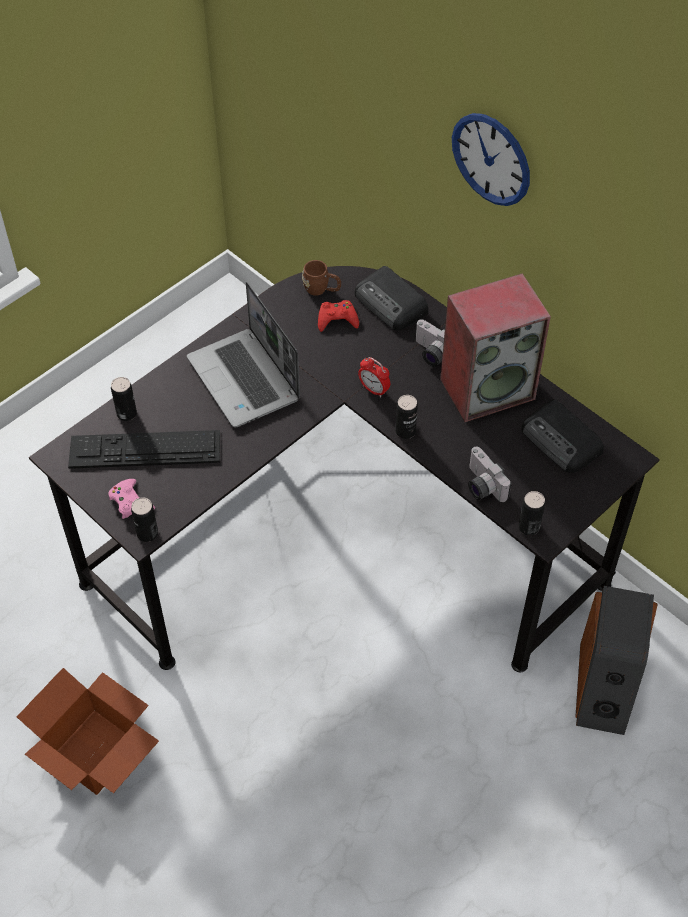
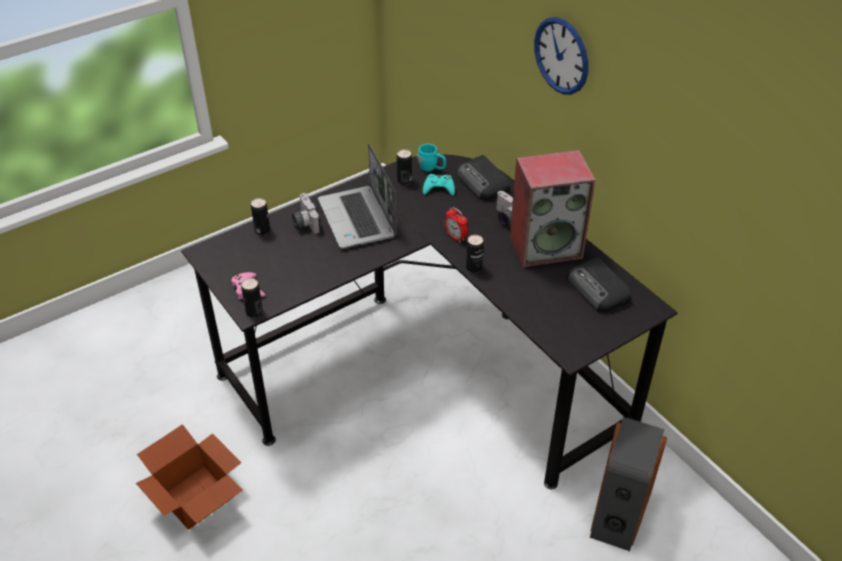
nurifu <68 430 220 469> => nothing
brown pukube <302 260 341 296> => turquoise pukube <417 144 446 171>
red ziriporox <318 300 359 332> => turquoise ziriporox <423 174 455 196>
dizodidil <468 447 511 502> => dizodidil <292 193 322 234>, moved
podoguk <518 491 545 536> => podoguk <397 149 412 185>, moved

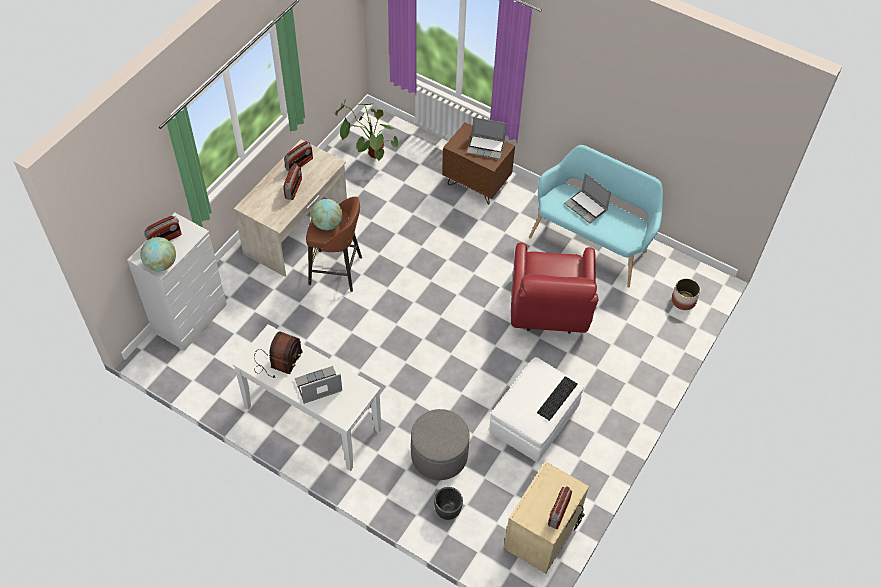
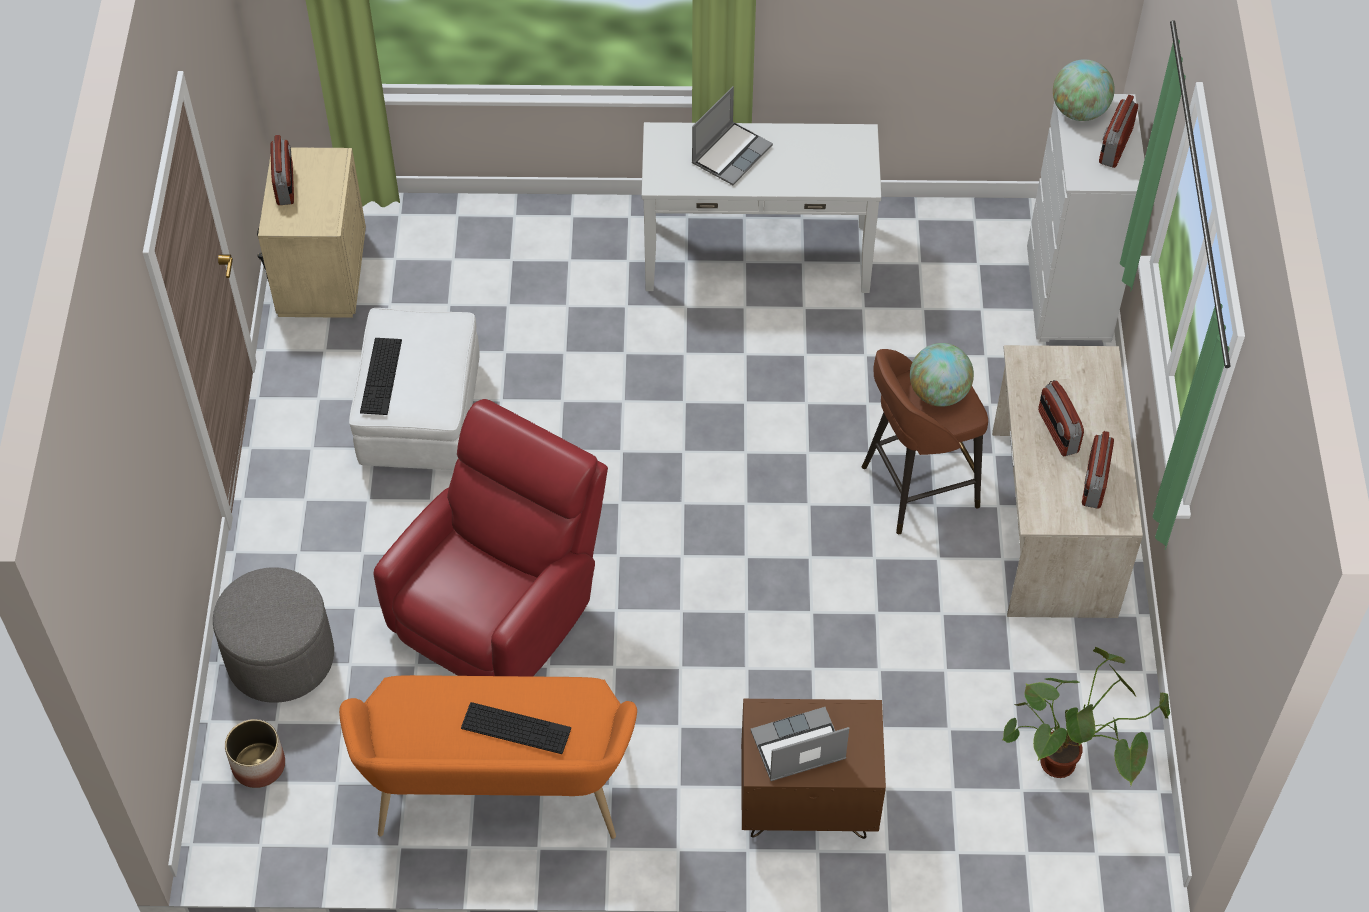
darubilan <254 332 303 378> => nothing
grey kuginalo <411 409 470 480> => grey kuginalo <213 567 334 703>, moved
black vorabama <434 487 463 520> => nothing
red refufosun <511 243 598 334> => red refufosun <373 399 608 677>, 60 degrees clockwise
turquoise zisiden <529 145 663 288> => orange zisiden <339 675 637 839>
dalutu <564 173 611 224> => nurifu <461 702 571 754>

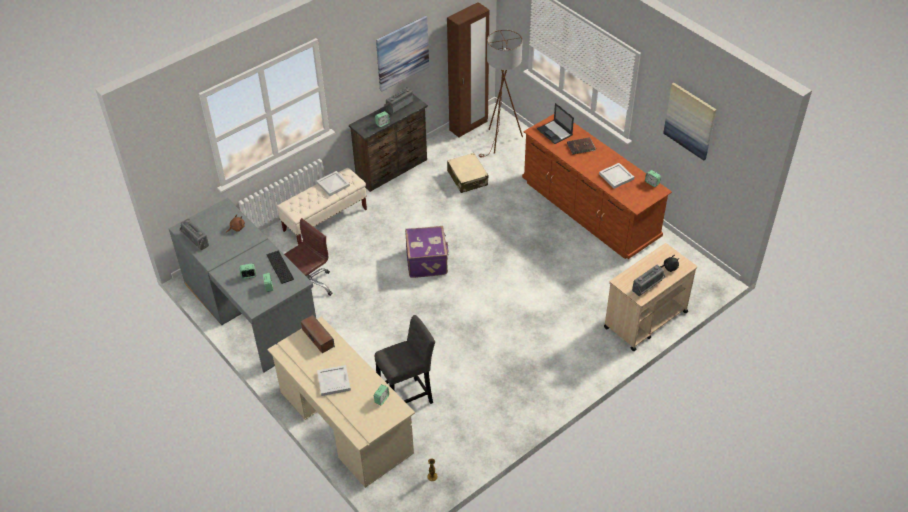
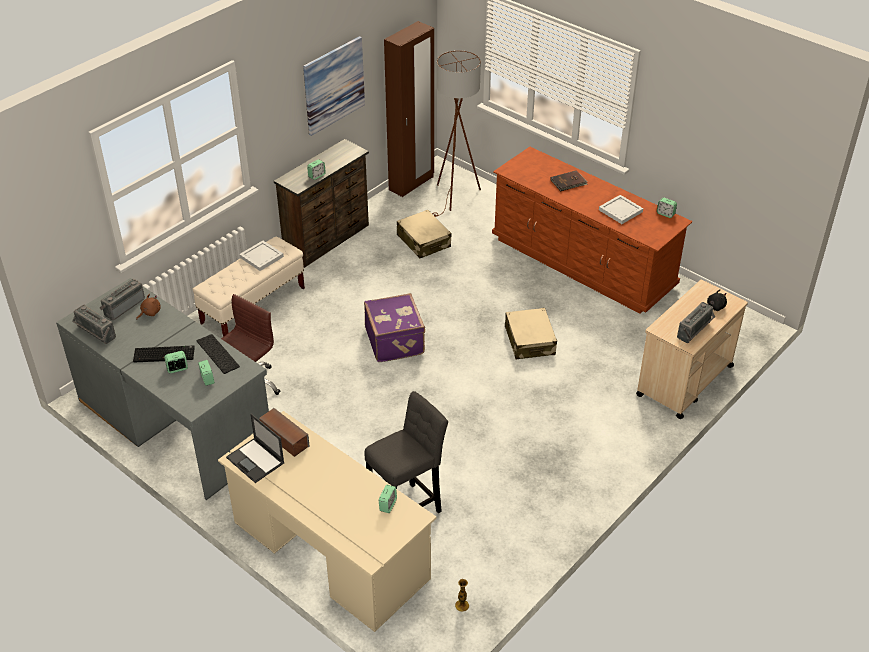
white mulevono <317 365 351 396> => nothing
darubilan <384 87 413 114> => darubilan <100 279 145 320>, moved
dalutu <537 103 574 144> => dalutu <226 414 284 483>, moved
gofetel <663 83 716 161> => nothing
nothing => nurifu <133 346 195 363>
nothing => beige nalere <505 308 557 359>

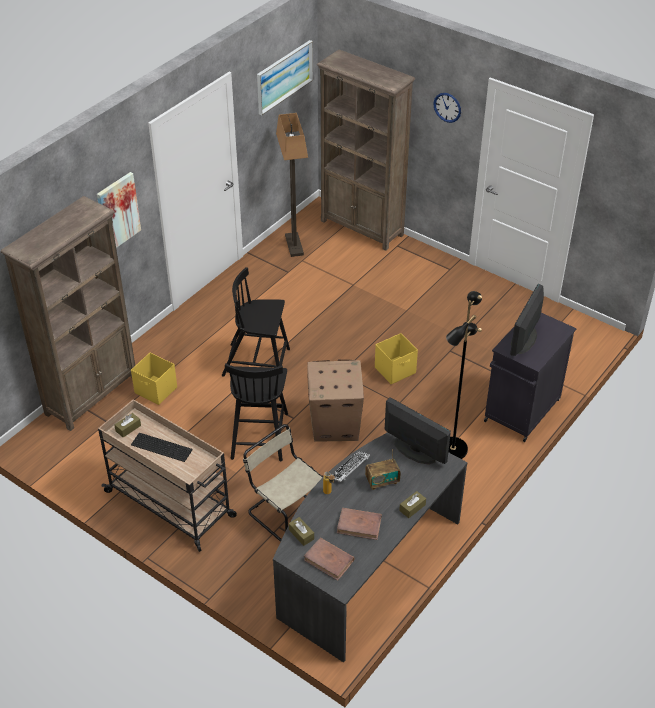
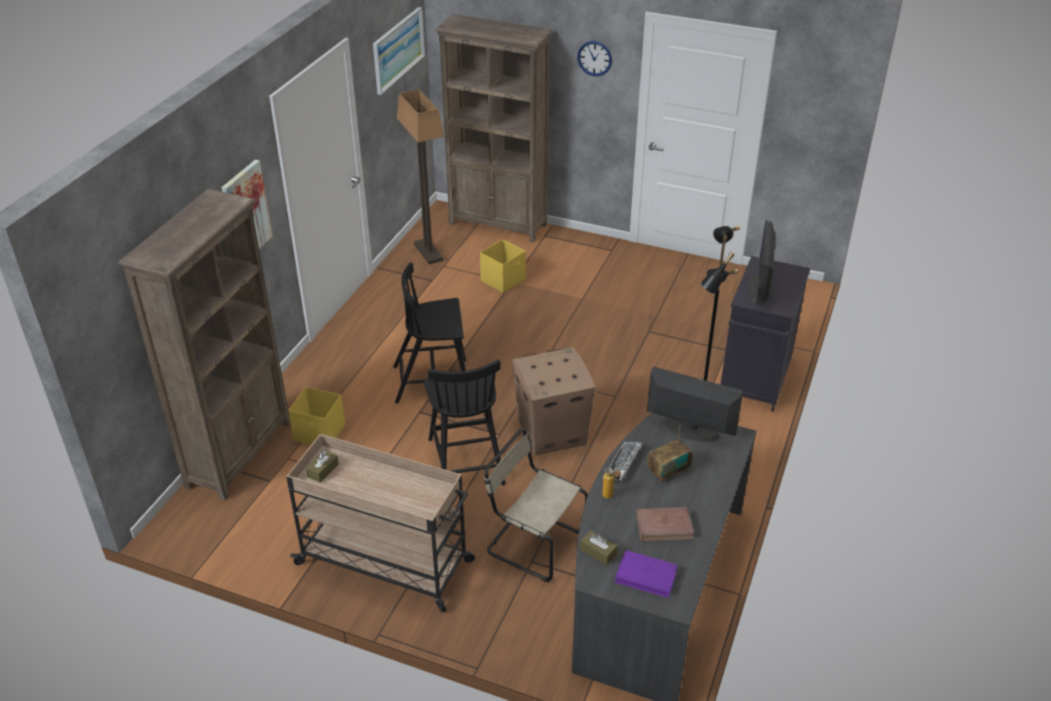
nurifu <131 433 193 462> => nothing
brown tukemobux <304 538 355 581> => purple tukemobux <615 550 678 598>
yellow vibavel <375 333 418 384> => yellow vibavel <480 239 526 293>, moved
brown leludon <399 491 426 518> => nothing

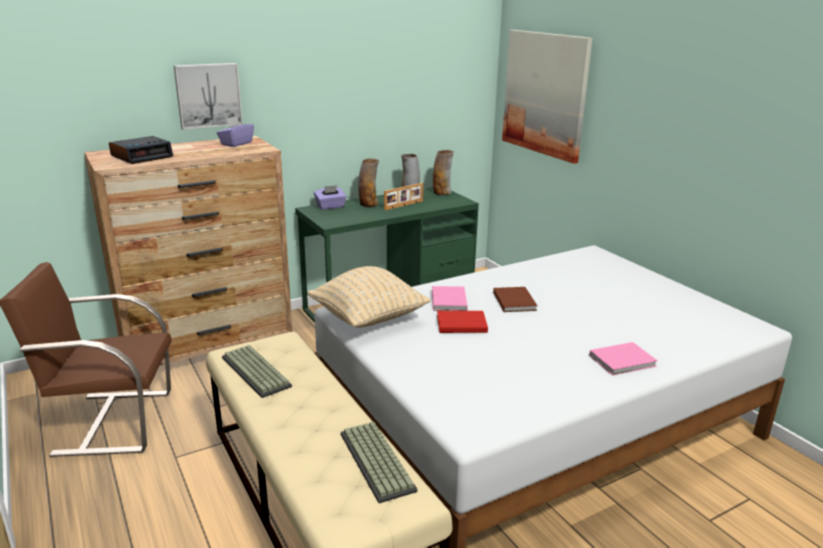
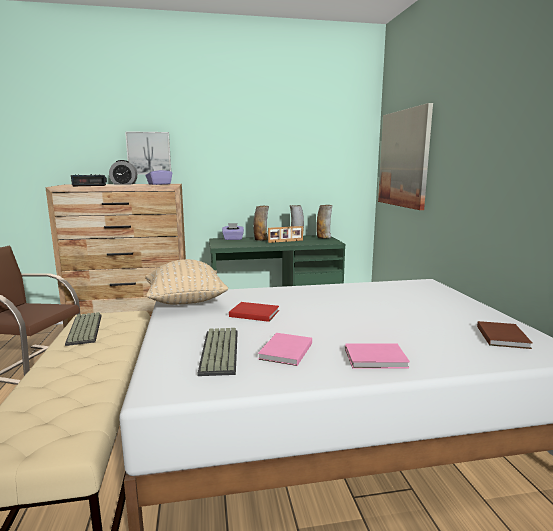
nurifu <341 422 418 503> => nurifu <197 328 238 376>, moved
pink tukemobux <432 286 468 311> => pink tukemobux <258 333 312 366>, moved
brown tukemobux <493 287 538 312> => brown tukemobux <477 321 533 349>, moved
nothing => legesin <109 160 137 185>

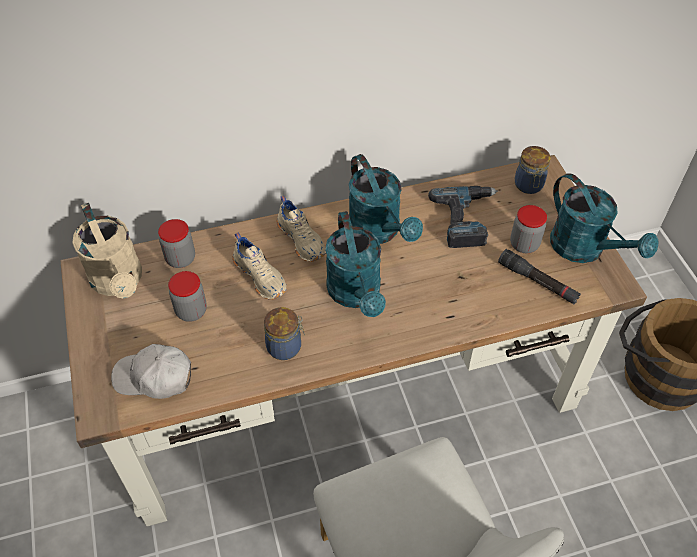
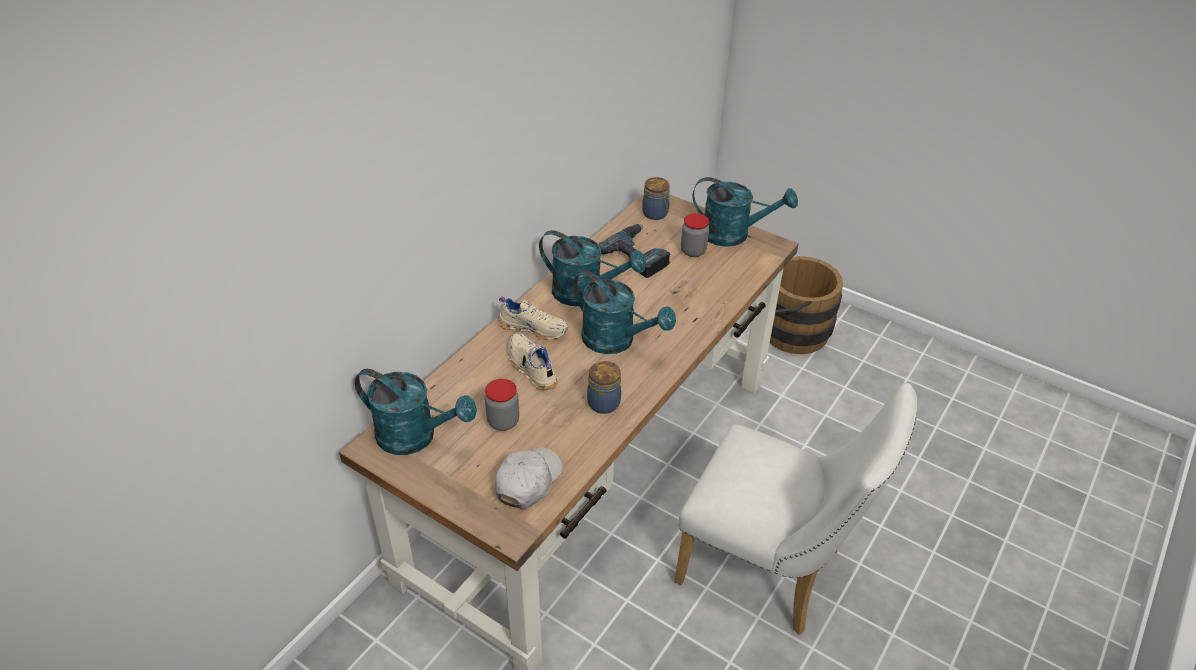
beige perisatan <72 202 142 298> => turquoise perisatan <354 369 477 455>
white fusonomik <111 344 191 399> => white fusonomik <495 447 563 509>, 150 degrees clockwise
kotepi <158 219 195 268> => nothing
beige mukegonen <232 232 287 300> => beige mukegonen <508 333 558 390>, 135 degrees counterclockwise
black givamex <498 249 581 304> => nothing

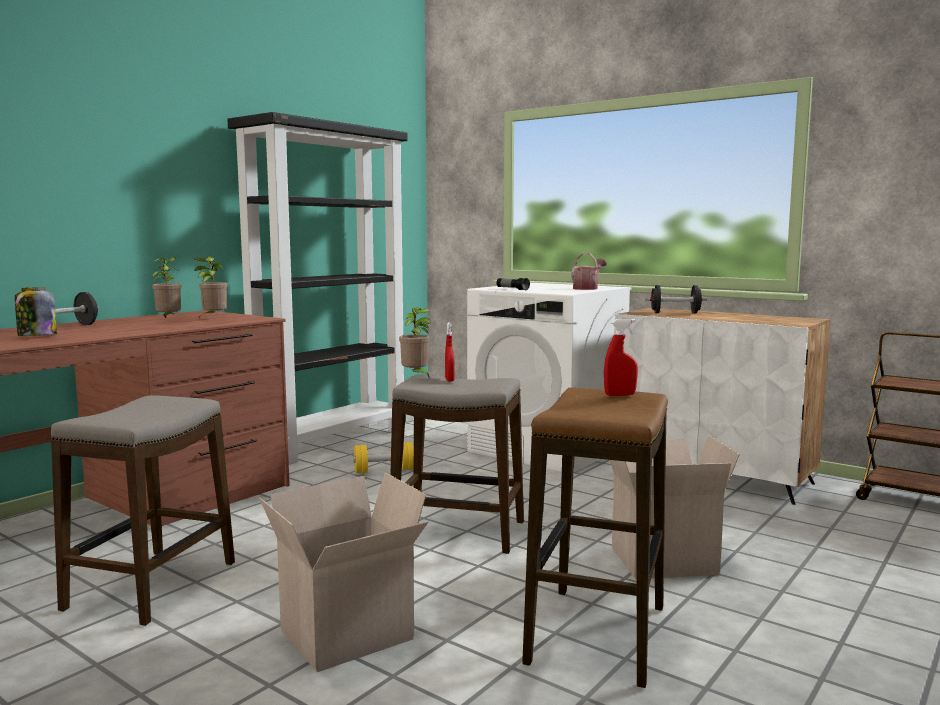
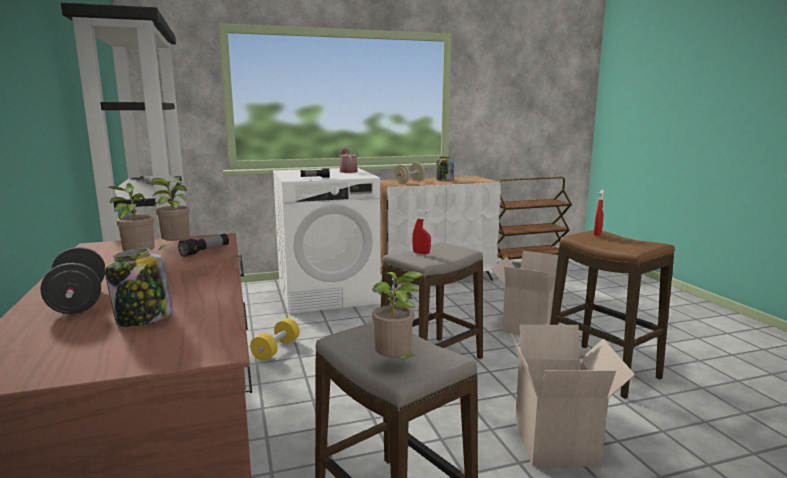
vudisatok <399 307 431 377> => vudisatok <372 271 423 359>, moved
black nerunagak <645 285 707 314> => beige nerunagak <394 163 425 184>
nothing => givamex <178 234 229 257>
nothing => kotepi <437 157 454 180>

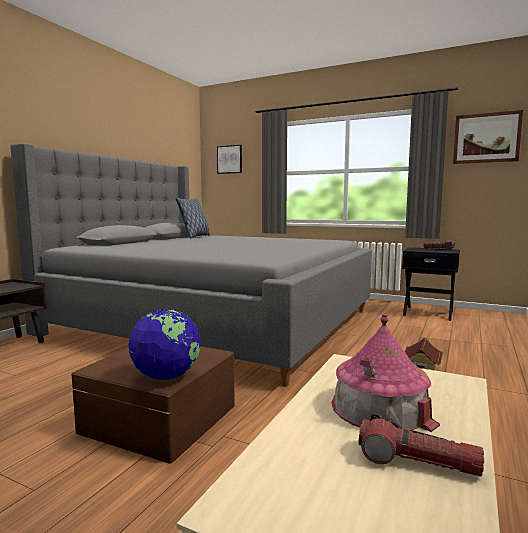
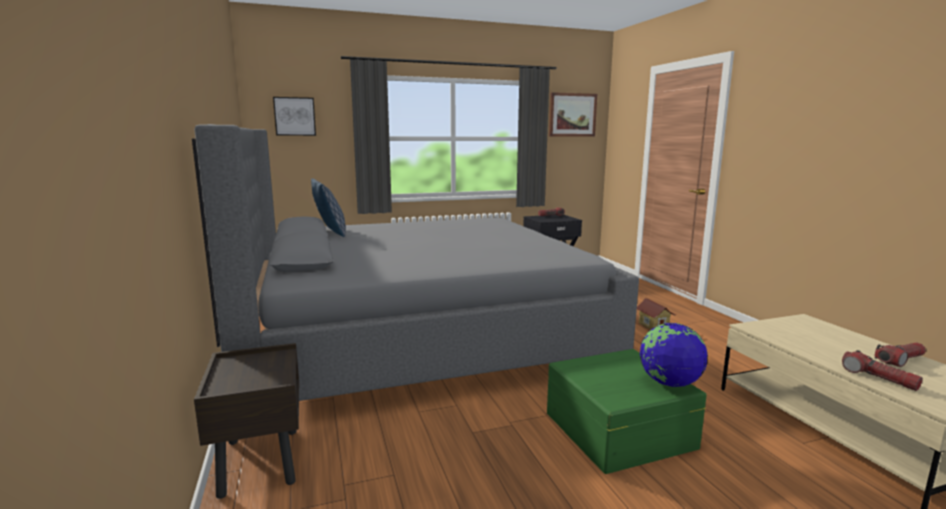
brown vibavel <71 347 235 463> => green vibavel <547 349 707 474>
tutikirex <332 314 440 432> => nothing
nothing => givamex <842 350 923 391>

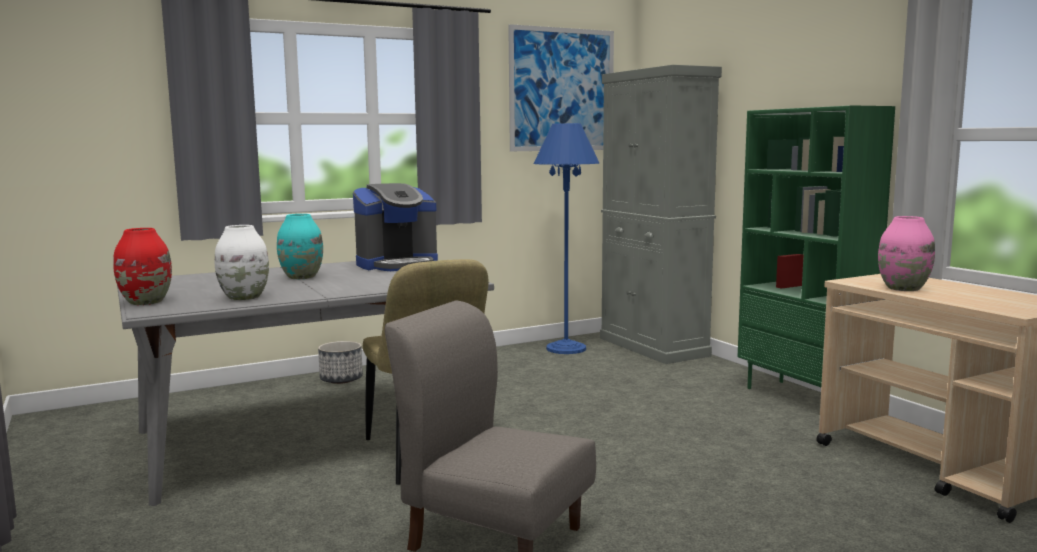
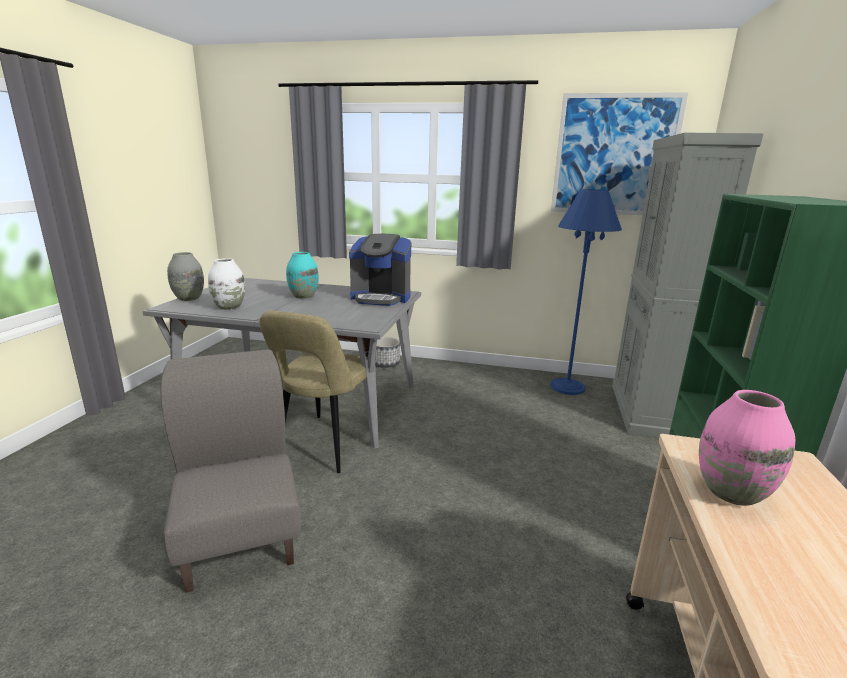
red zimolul <113 228 172 305> => grey zimolul <167 252 204 301>

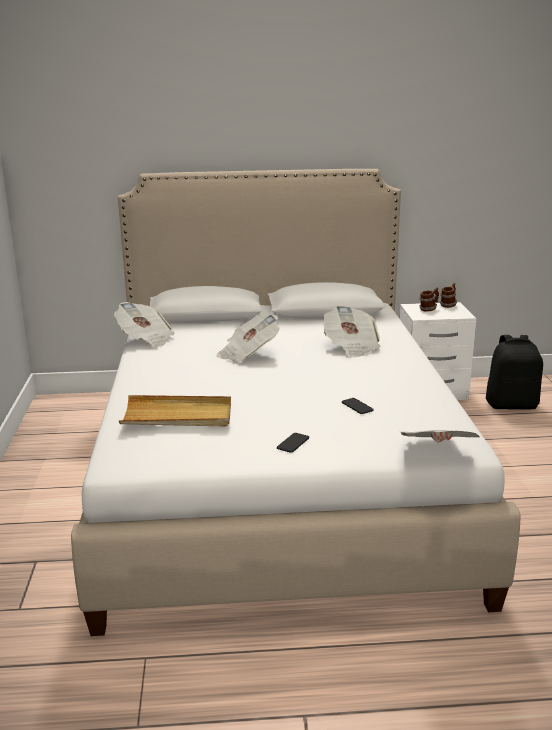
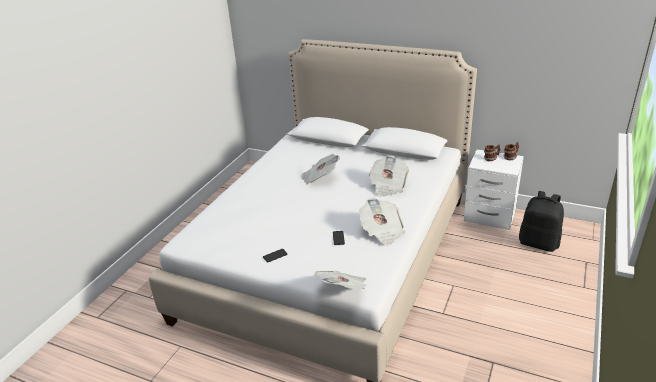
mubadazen <114 302 175 347> => mubadazen <359 198 405 246>, moved
beige mulevono <119 395 231 427> => nothing

